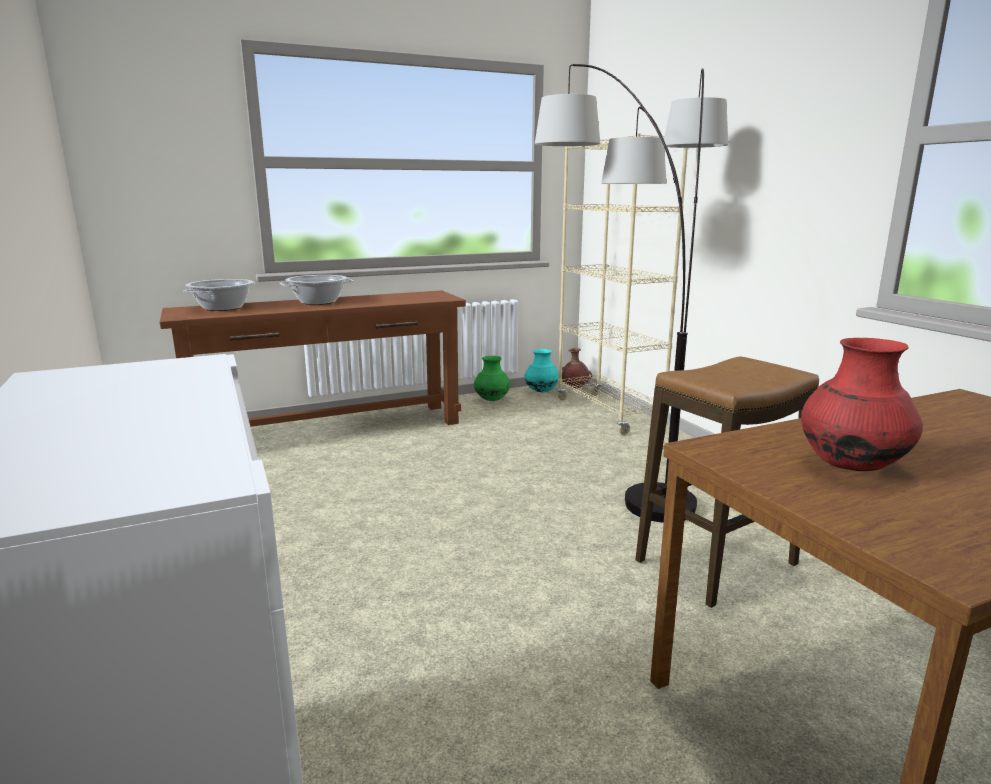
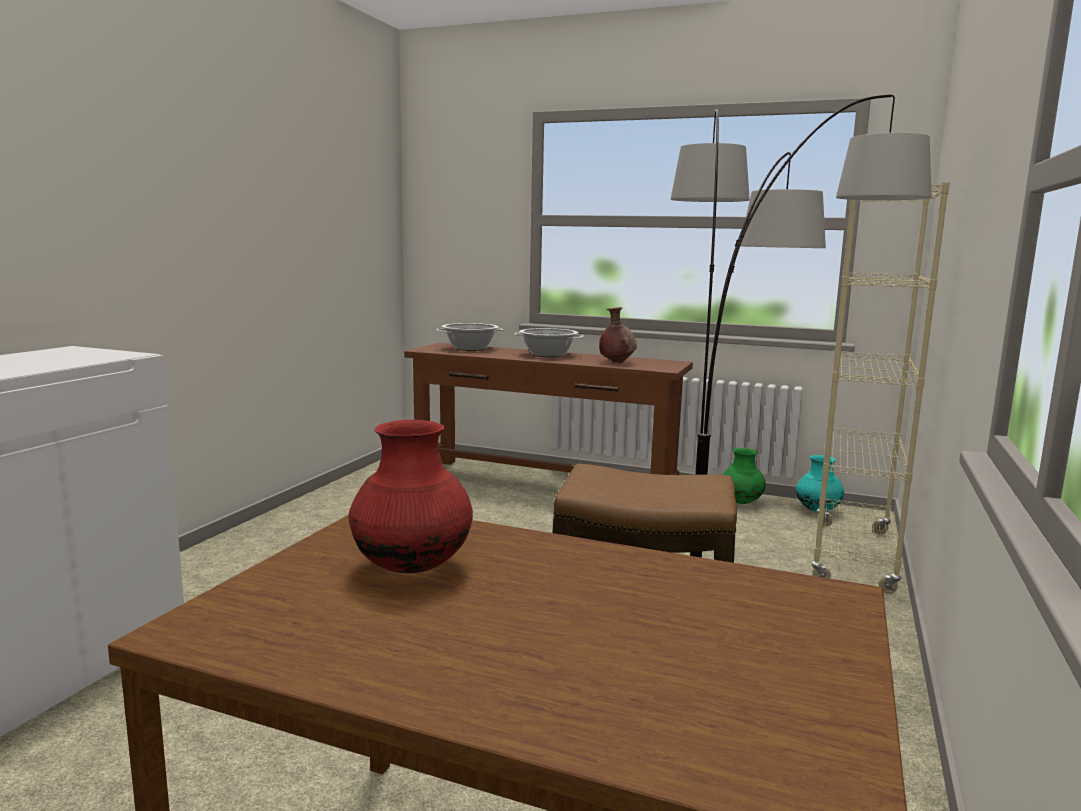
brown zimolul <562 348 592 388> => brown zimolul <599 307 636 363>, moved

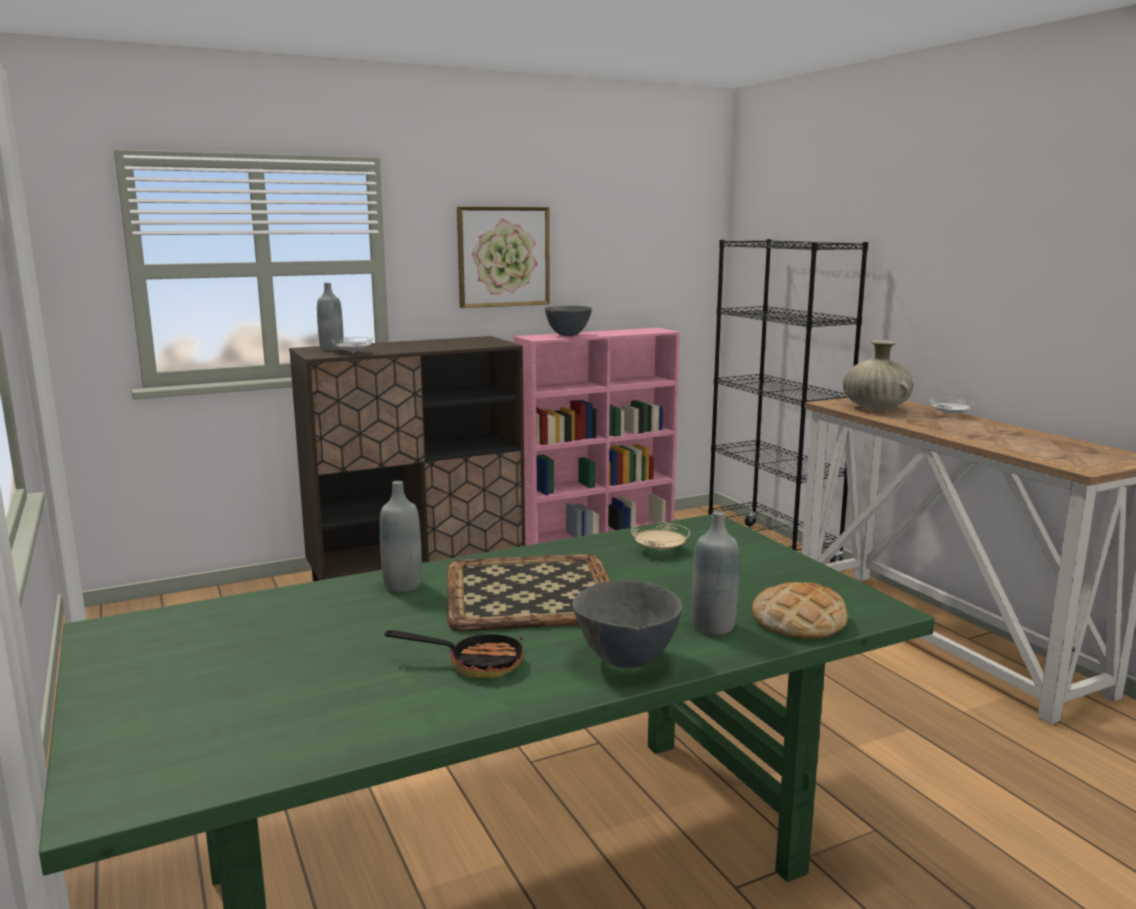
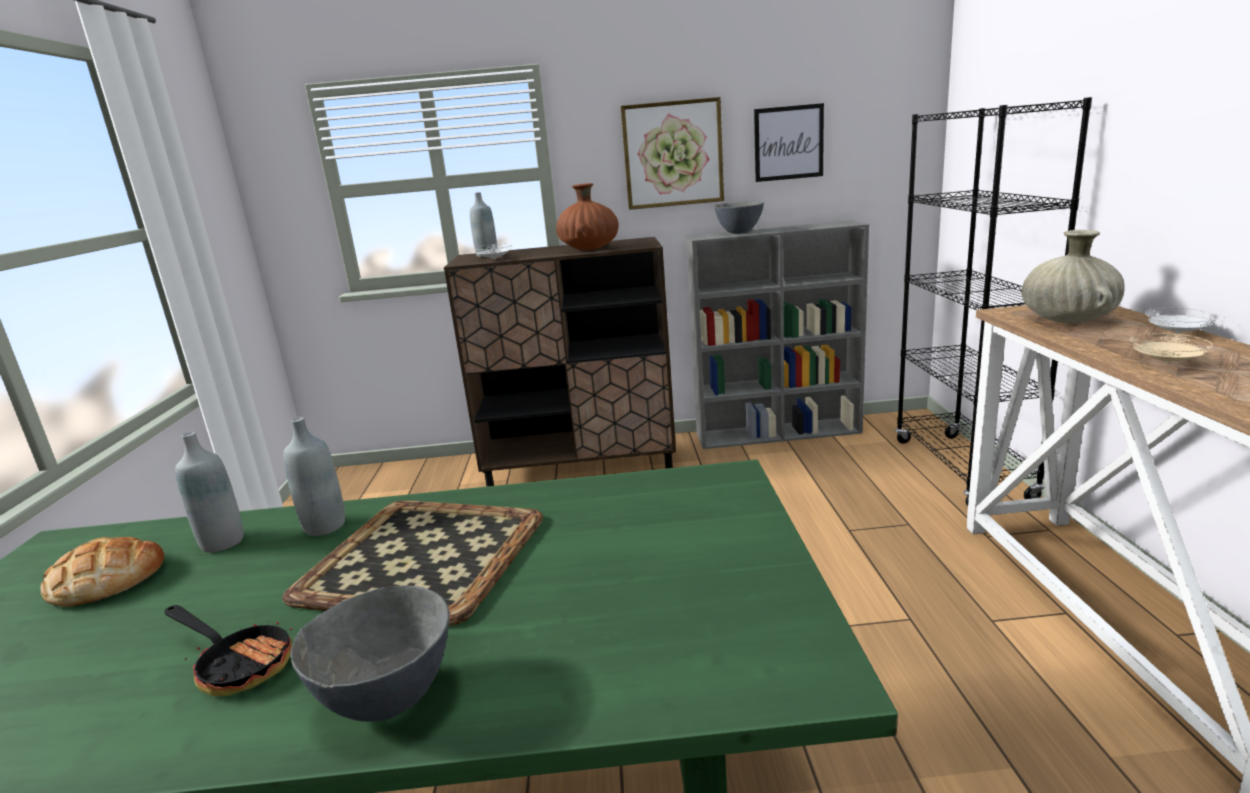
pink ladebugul <514 328 680 545> => grey ladebugul <686 220 869 449>
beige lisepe <631 522 690 550> => beige lisepe <1130 333 1213 363>, moved
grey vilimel <692 511 739 635> => grey vilimel <175 432 244 553>, moved
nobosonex <752 582 848 639> => nobosonex <40 537 164 607>, moved
nothing => brown zimolul <556 183 619 250>
nothing => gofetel <754 103 824 182>

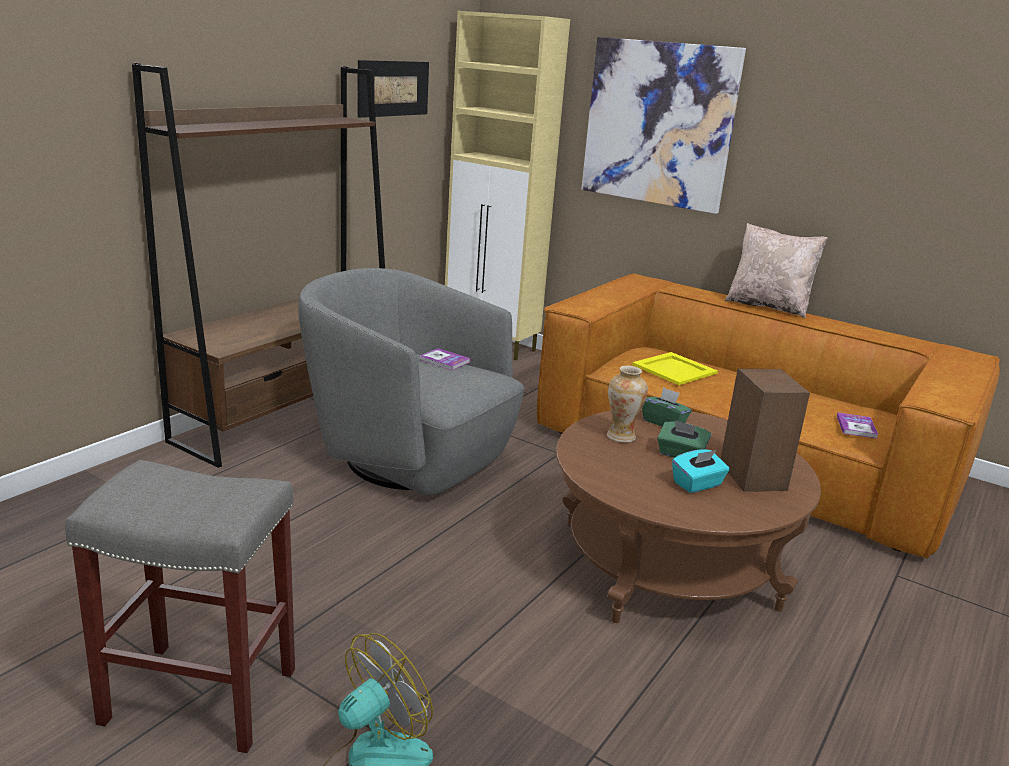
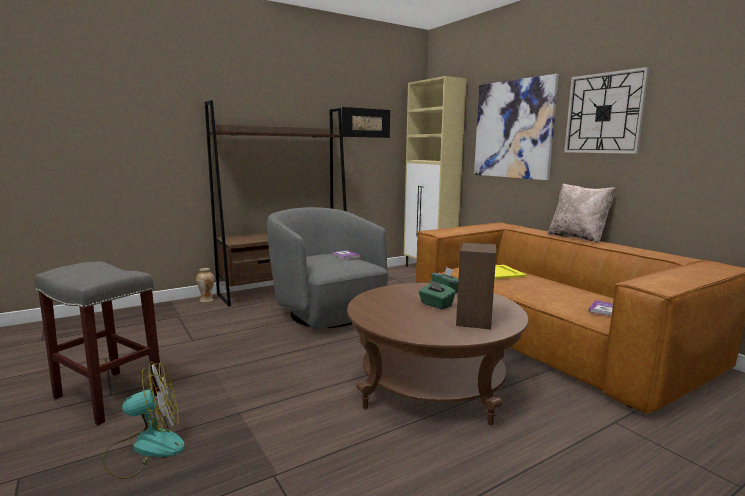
zimolul <607 366 648 442> => zimolul <196 268 214 302>, moved
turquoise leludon <672 449 730 493> => nothing
nothing => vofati <564 67 650 154>

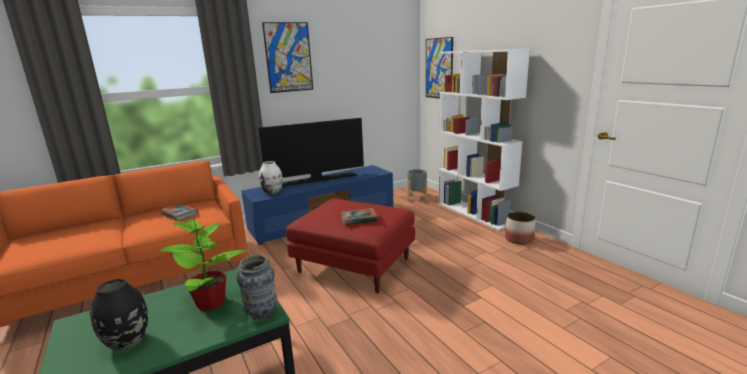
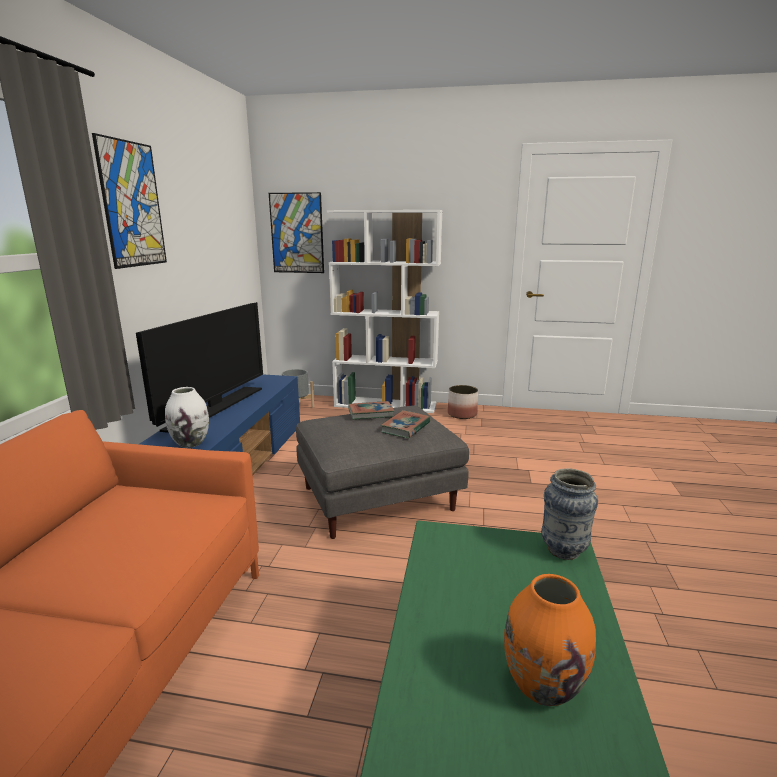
black zimolul <90 279 148 351> => orange zimolul <504 574 596 706>
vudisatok <159 220 247 311> => nothing
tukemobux <161 204 199 221> => tukemobux <348 401 394 420>, moved
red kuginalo <286 199 415 293> => grey kuginalo <296 405 469 539>

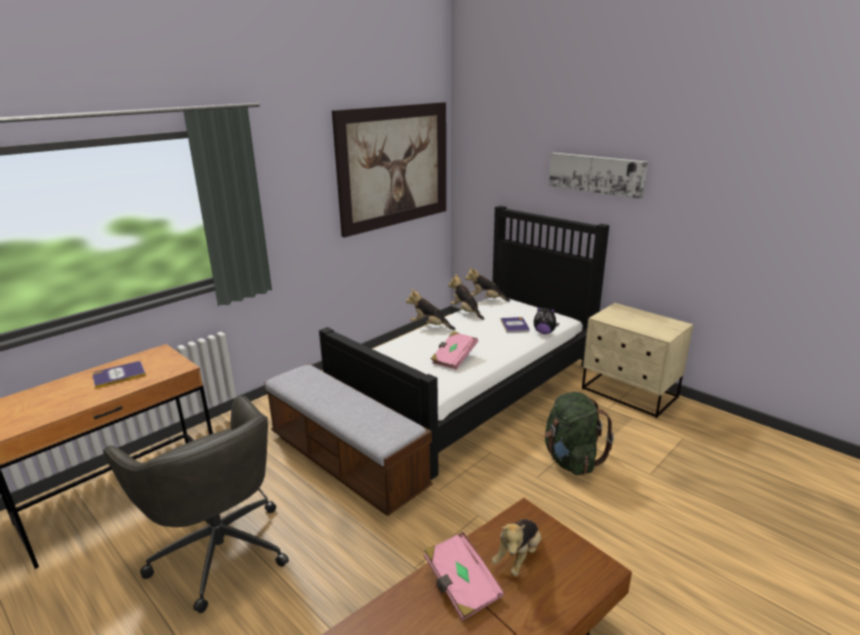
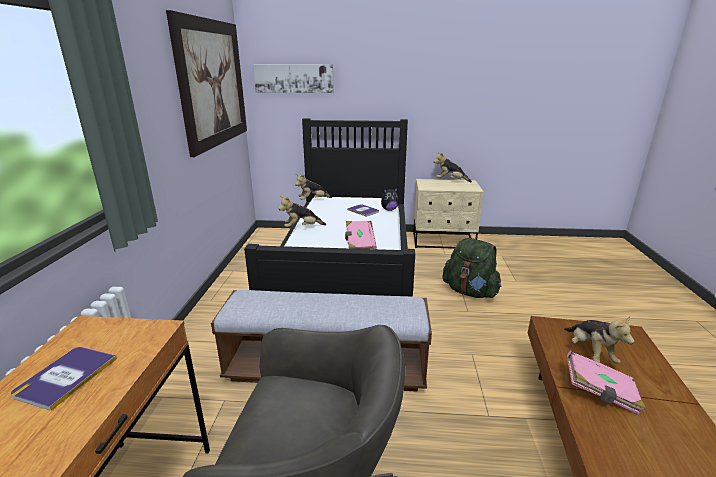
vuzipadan <448 274 484 320> => vuzipadan <434 152 472 182>, moved
gofetel <549 153 648 199> => gofetel <253 64 334 93>, moved

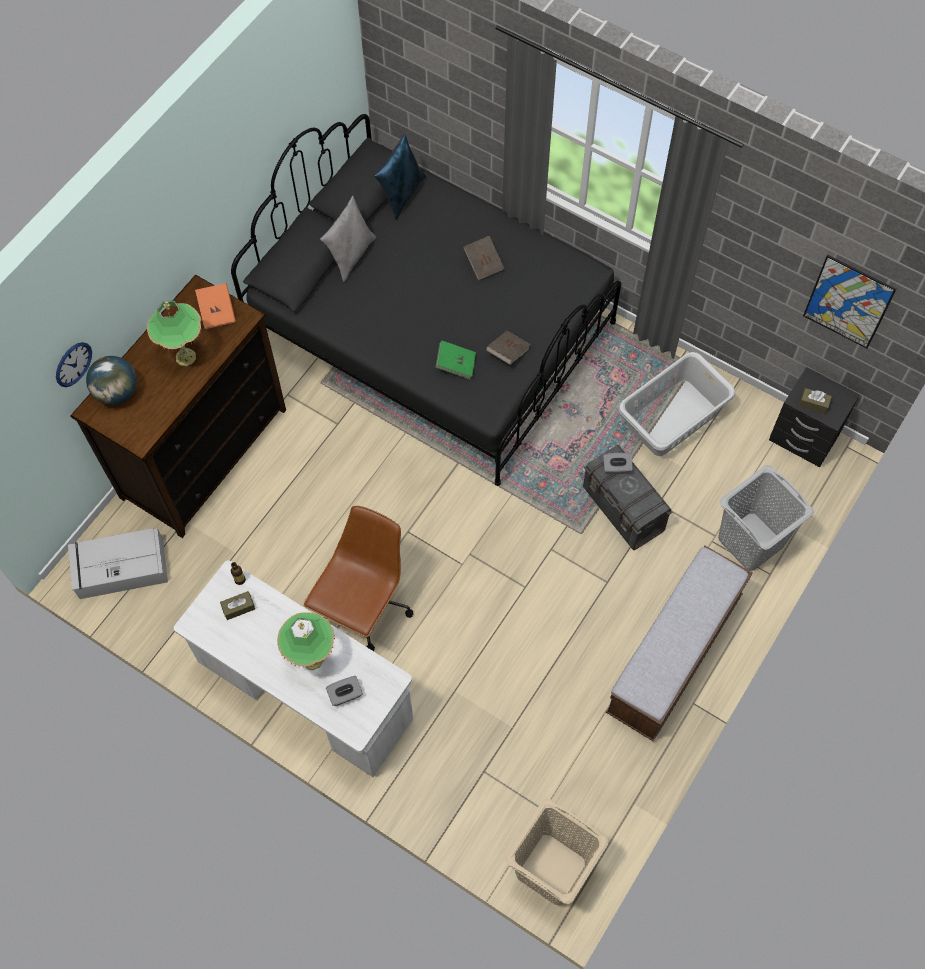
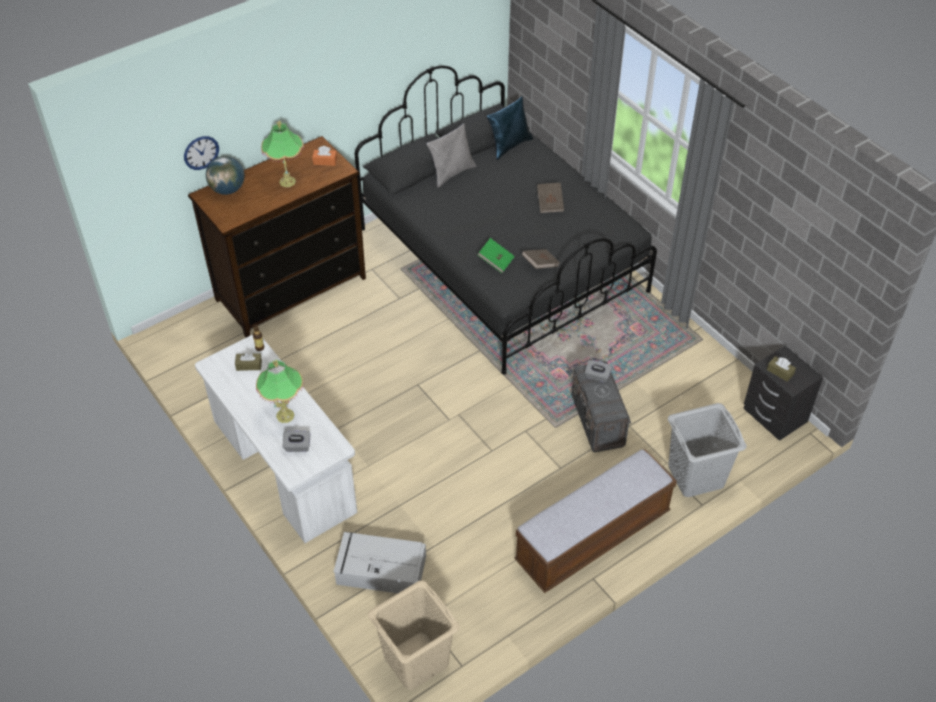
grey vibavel <68 528 168 599> => grey vibavel <333 532 426 593>, moved
orange tukemobux <195 283 236 329> => orange leludon <312 146 337 166>
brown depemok <304 506 413 651> => nothing
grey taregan <618 352 735 456> => nothing
gofetel <803 255 897 349> => nothing

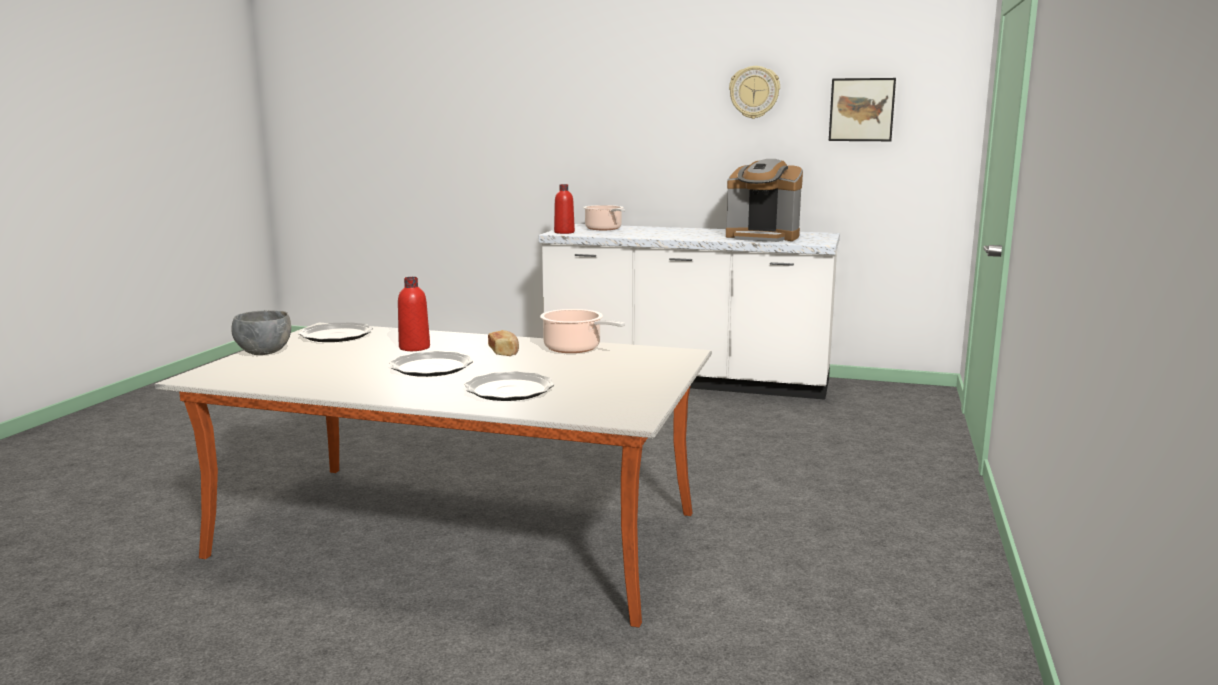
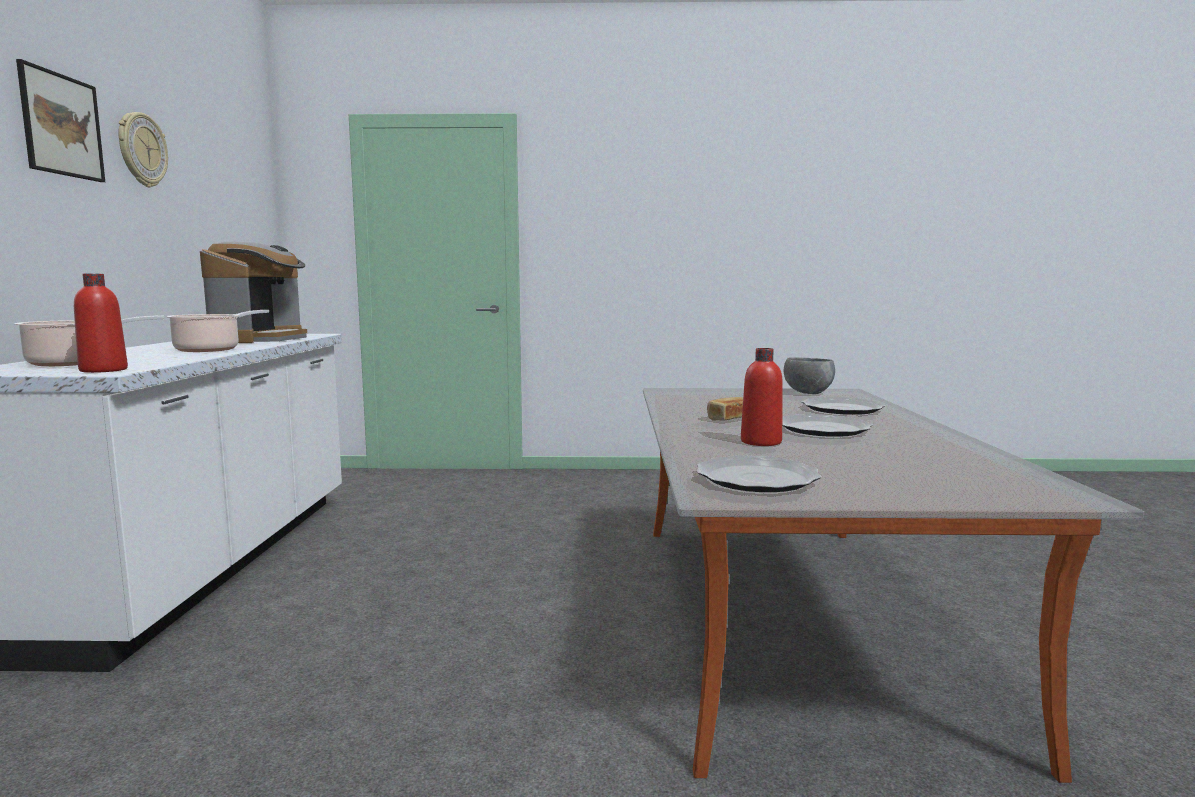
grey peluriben <231 310 291 355> => grey peluriben <784 357 835 394>, moved
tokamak <540 309 625 353> => tokamak <166 310 269 352>, moved
gofetel <829 78 896 141> => gofetel <16 59 105 182>, moved

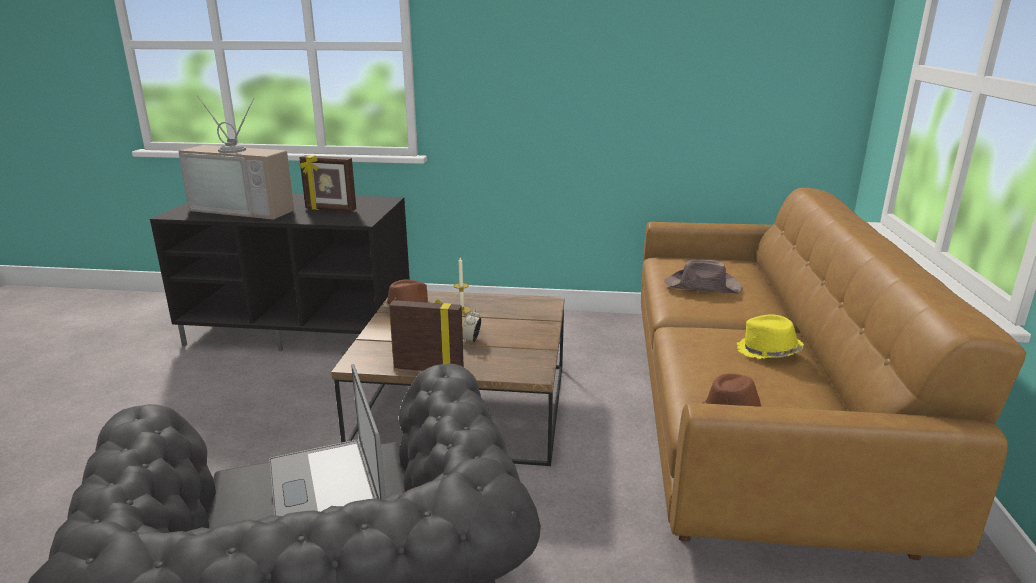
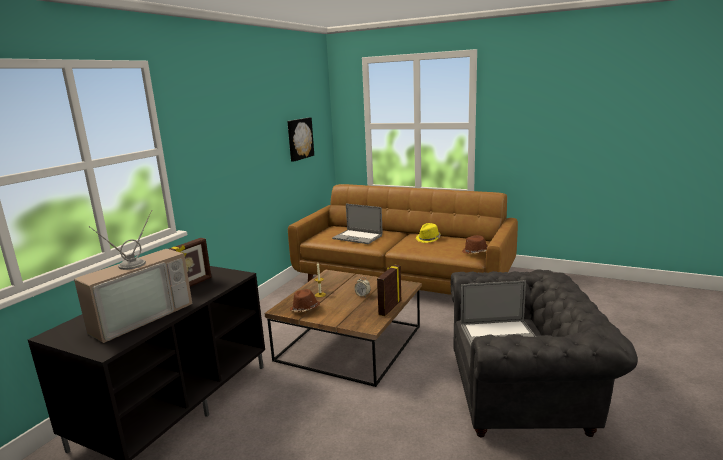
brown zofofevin <664 260 742 293> => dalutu <332 204 383 244>
nothing => gofetel <287 118 314 162>

